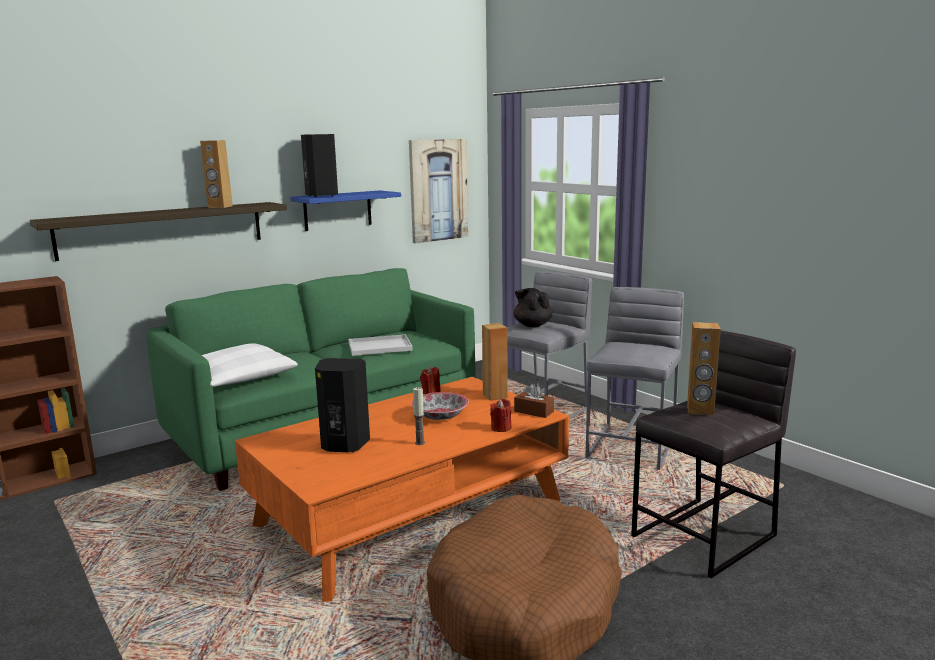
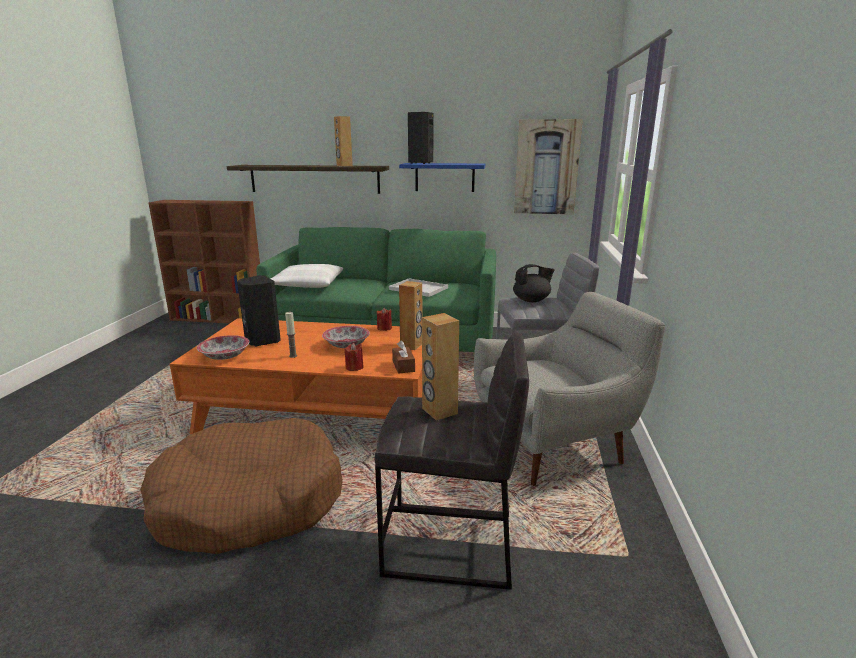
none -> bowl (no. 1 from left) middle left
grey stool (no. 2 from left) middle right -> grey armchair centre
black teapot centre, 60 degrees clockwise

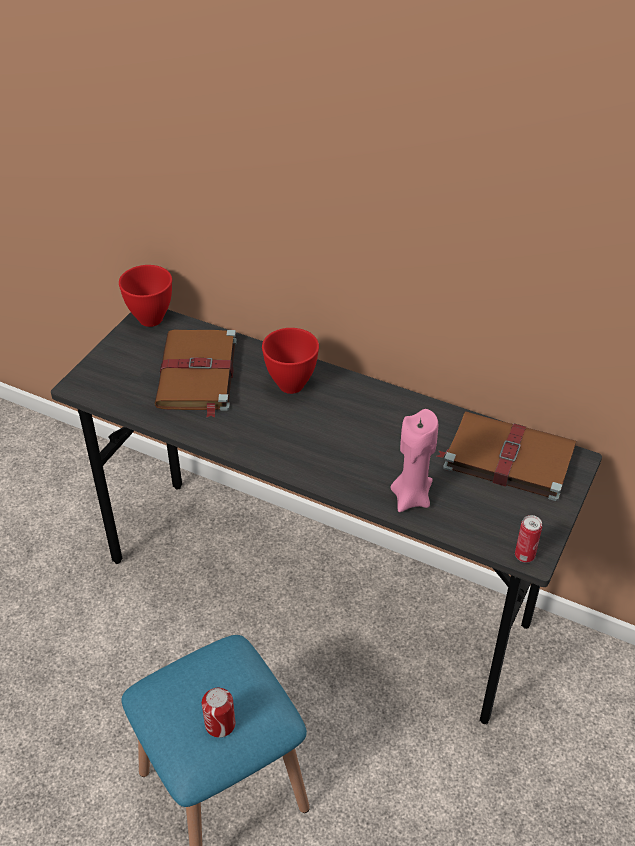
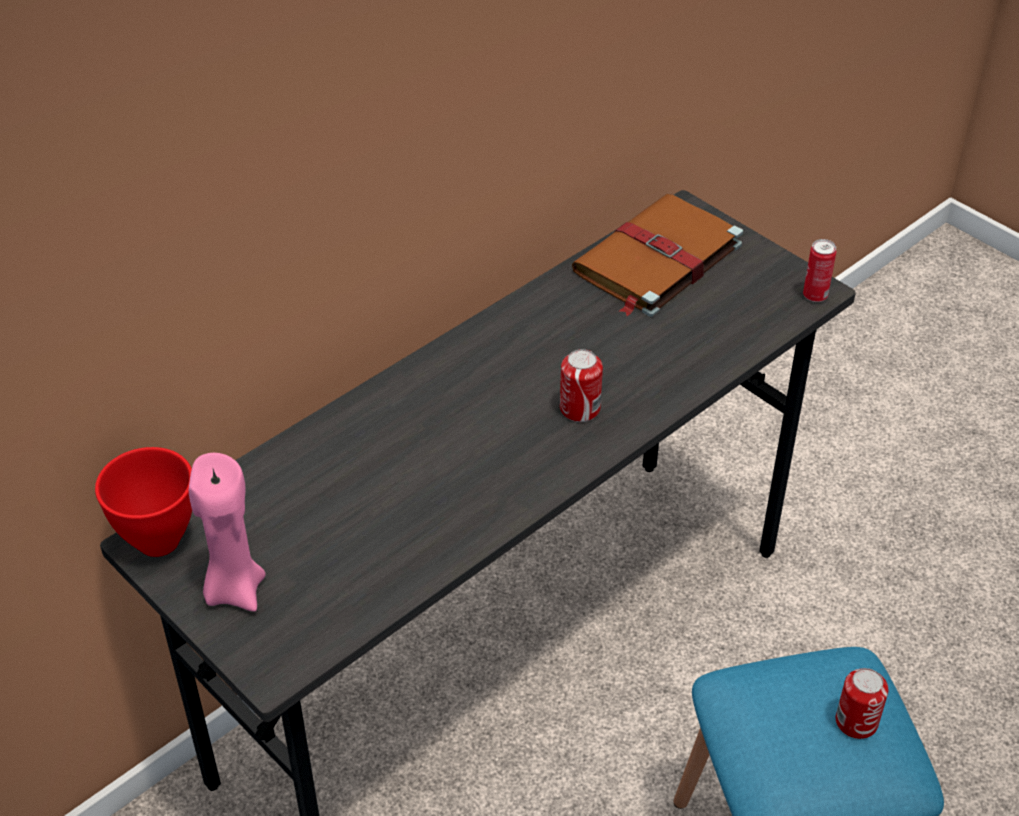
pink candle centre -> pink candle middle left, shifted
none -> can (no. 1 from left) centre
brown book (no. 1 from left) middle left -> none
red bowl (no. 2 from left) centre -> none

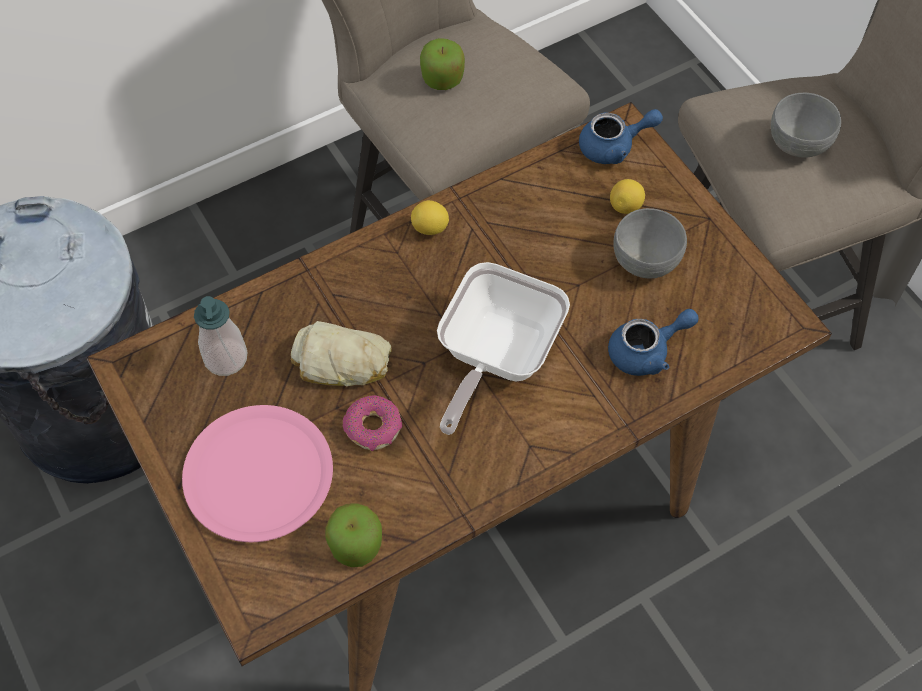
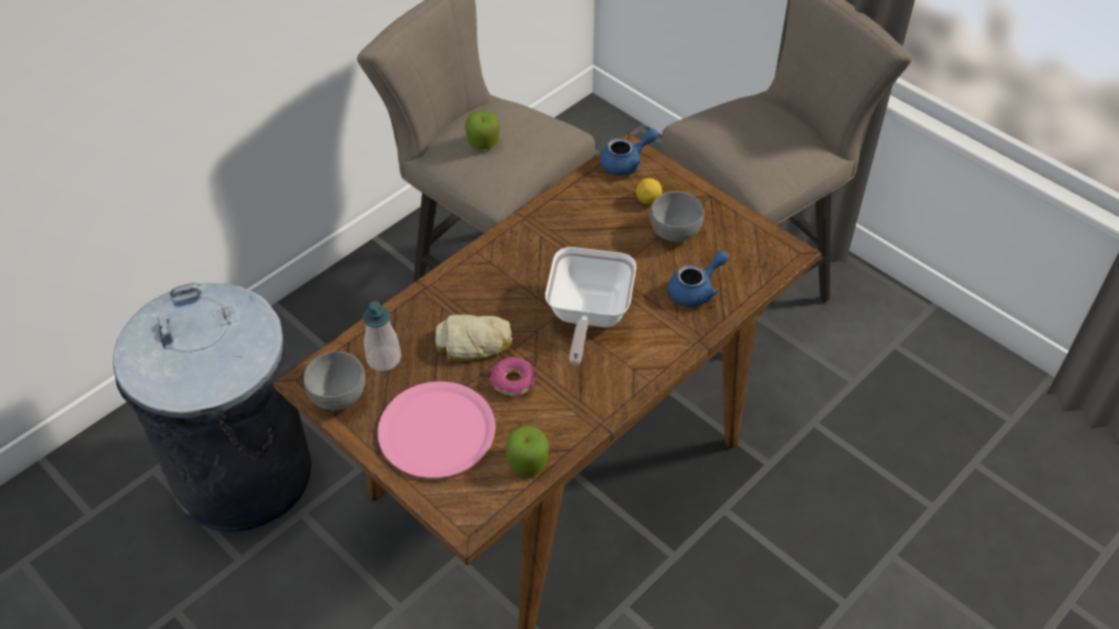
grey bowl (no. 2 from left in the first image) top right -> grey bowl (no. 1 from left) middle left, shifted
lemon (no. 1 from left) top centre -> none

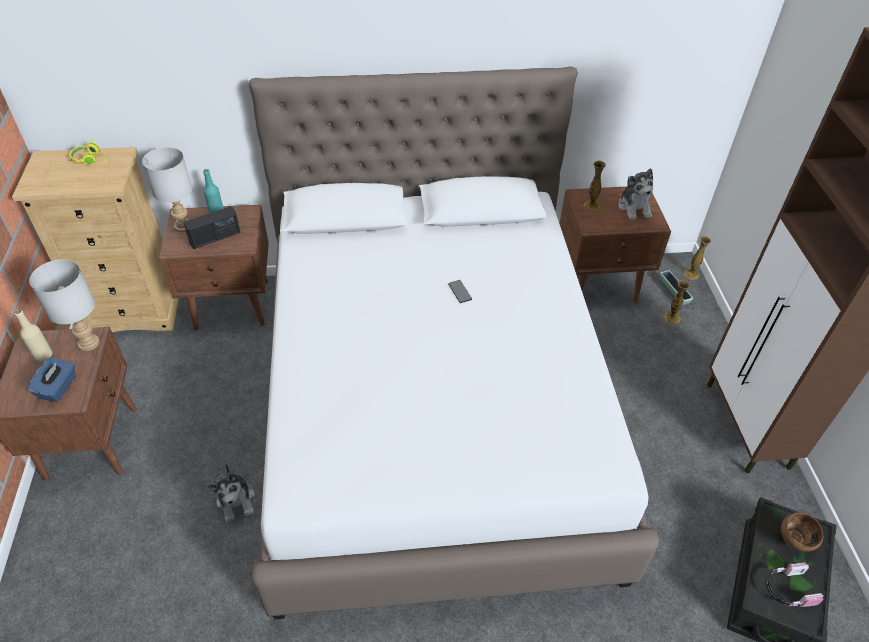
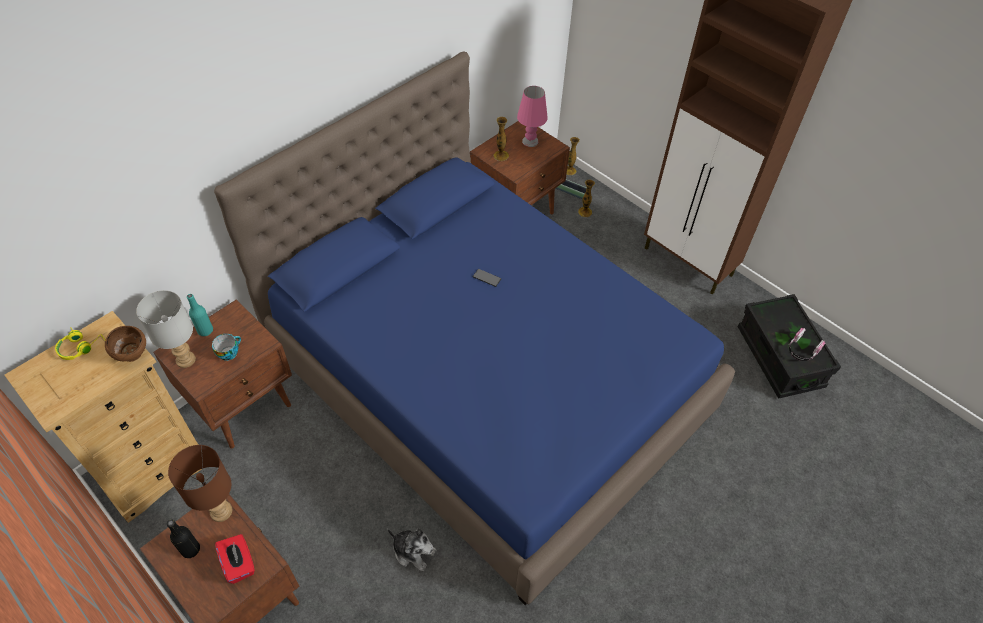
brown bowl bottom right -> brown bowl middle left, shifted
beige bottle middle left -> black bottle bottom left
grey table lamp (no. 1 from left) middle left -> brown table lamp bottom left
radio middle left -> cup middle left
white bed centre -> blue bed centre
blue tissue box middle left -> red tissue box bottom left
plush toy (no. 2 from left) top right -> pink table lamp top centre

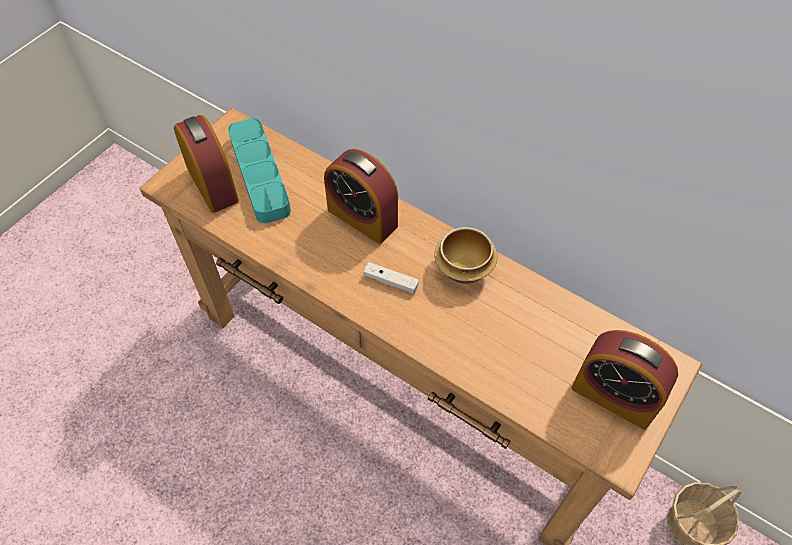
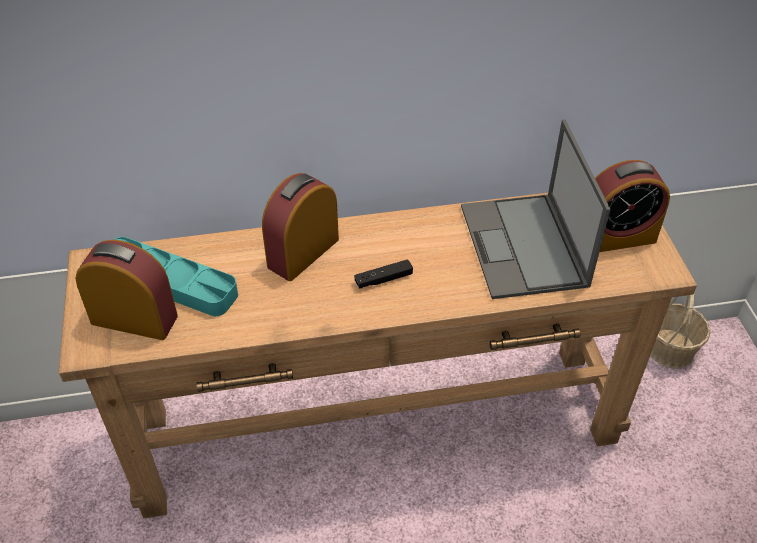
alarm clock (no. 2 from left) centre, 135 degrees clockwise
white game controller centre -> black game controller centre
none -> laptop middle right
bowl centre -> none

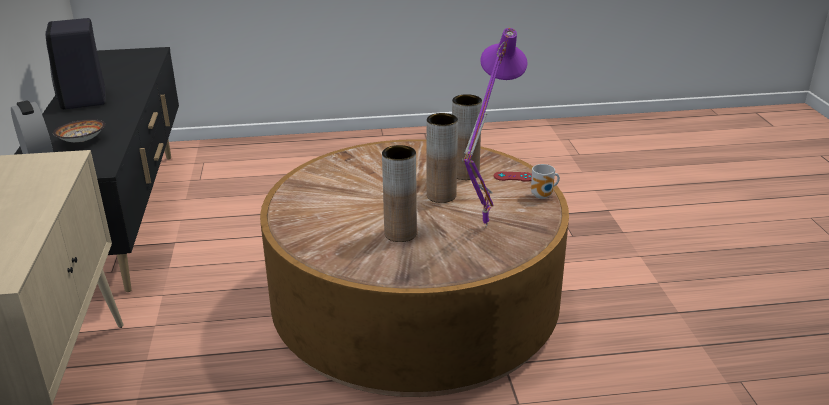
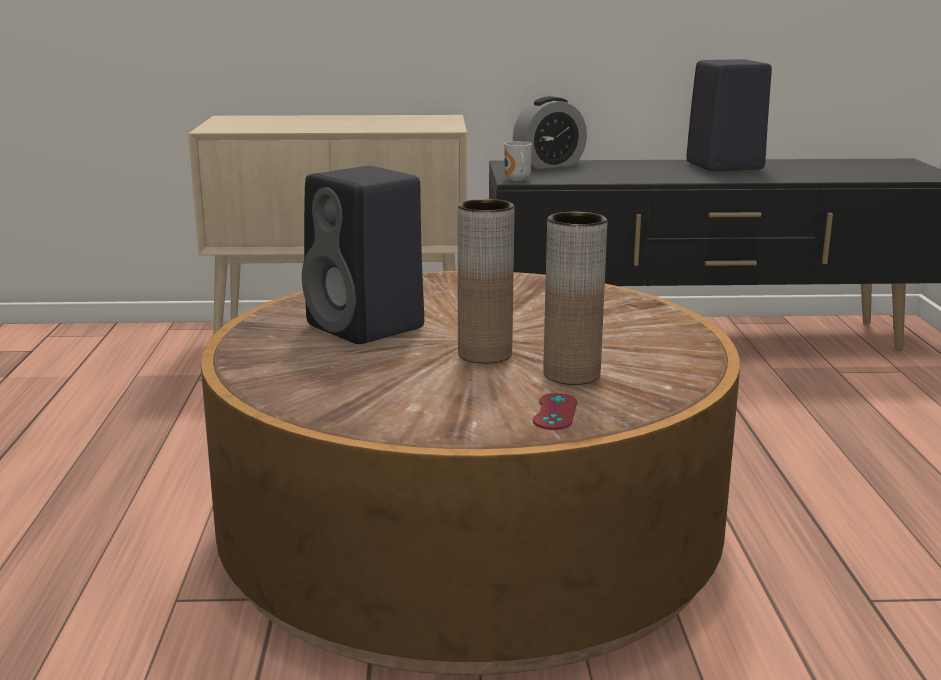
brown vase (no. 1 from left) centre -> black speaker (no. 1 from left) centre
mug centre -> mug top centre, shifted
bowl top left -> none
purple table lamp top centre -> none

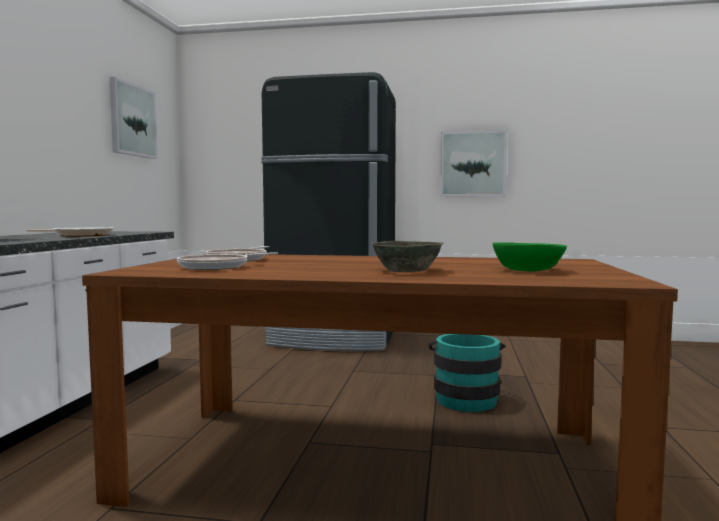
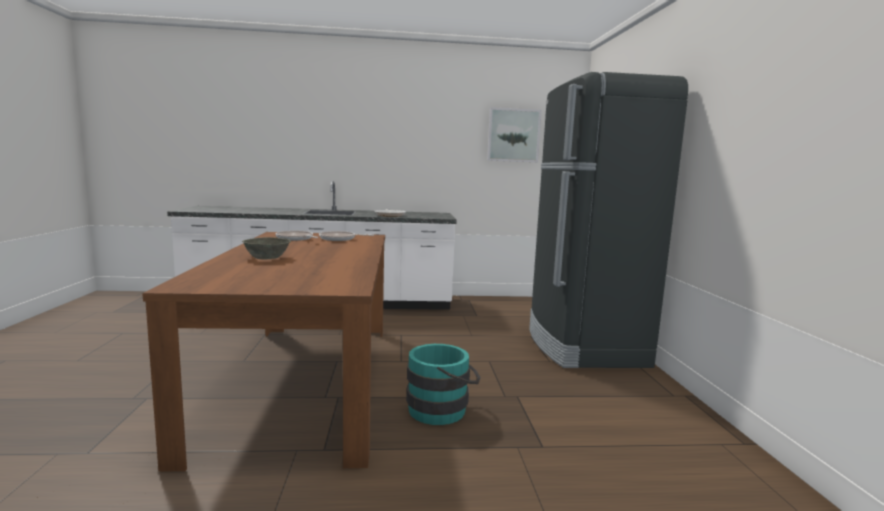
picture (no. 2 from left) top centre -> none
green bowl middle right -> none

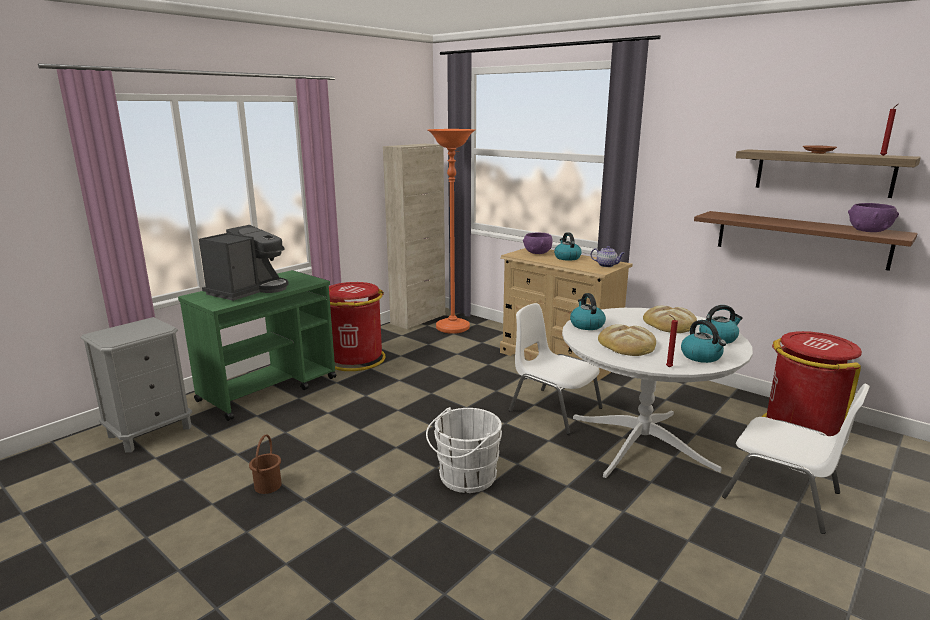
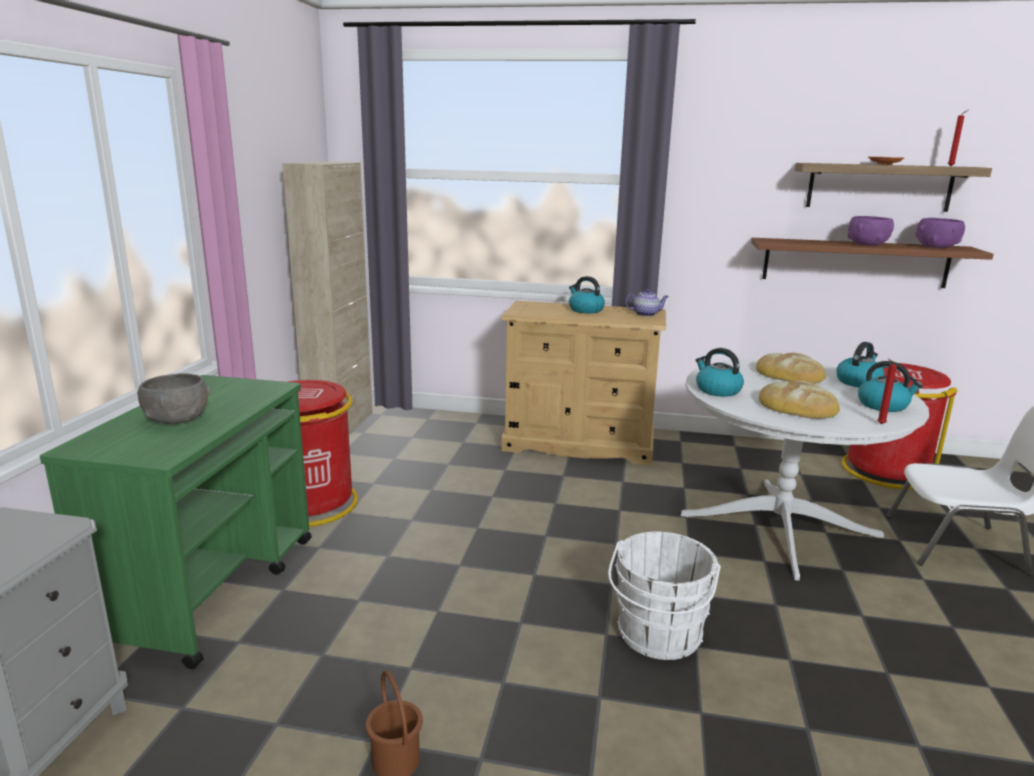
coffee machine middle left -> grey bowl middle left
purple bowl (no. 1 from left) centre -> purple bowl (no. 1 from left) top right, shifted
orange floor lamp centre -> none
white chair (no. 1 from left) centre -> none

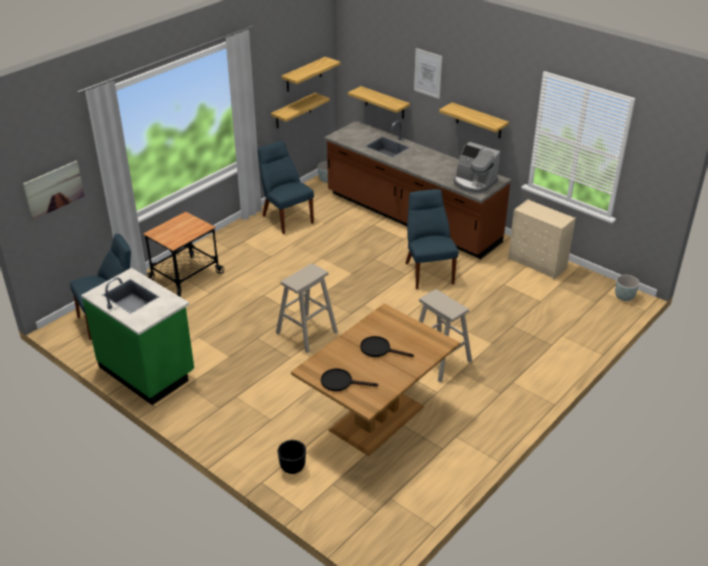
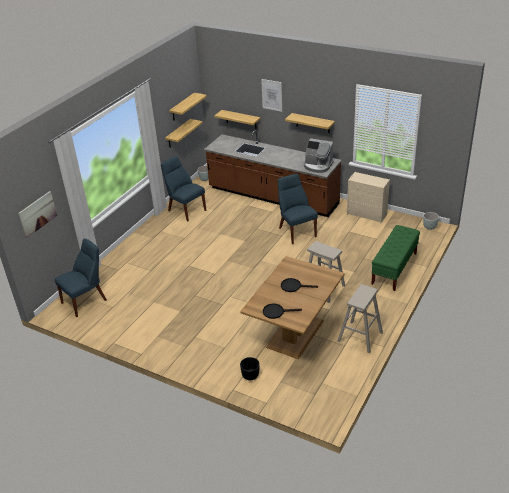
beige stool (no. 1 from left in the first image) centre -> beige stool (no. 2 from left) middle right, shifted
none -> green bench middle right
green counter middle left -> none
cart middle left -> none

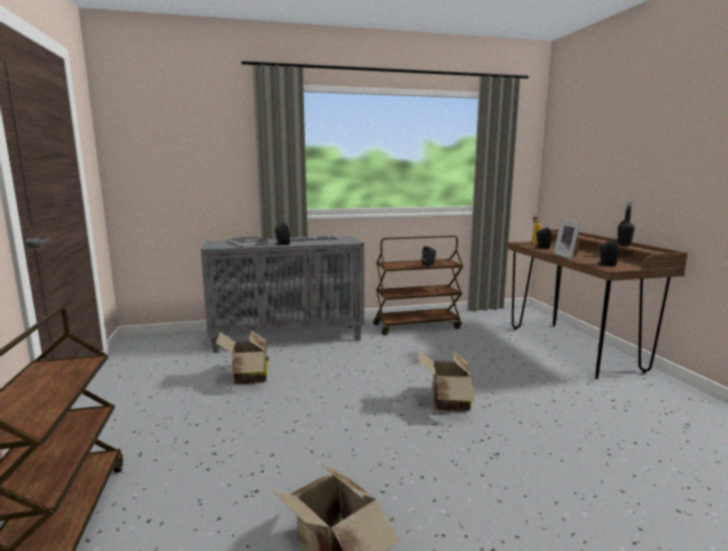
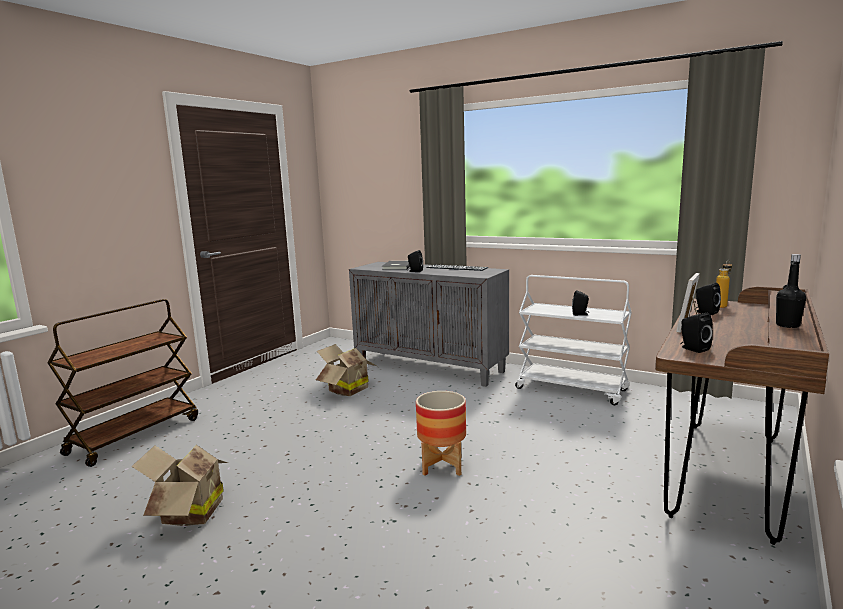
cardboard box (no. 3 from left) bottom centre -> planter bottom centre
brown cart (no. 2 from left) centre -> white cart middle right

